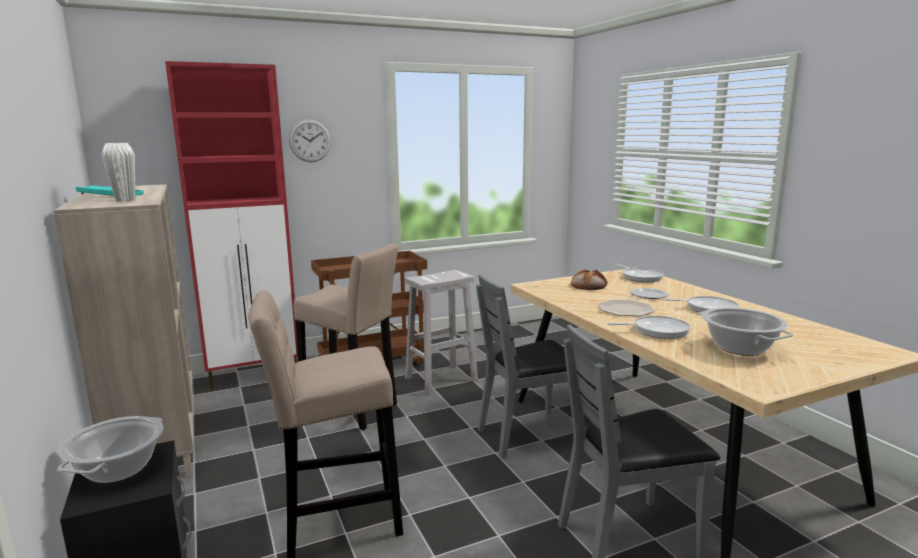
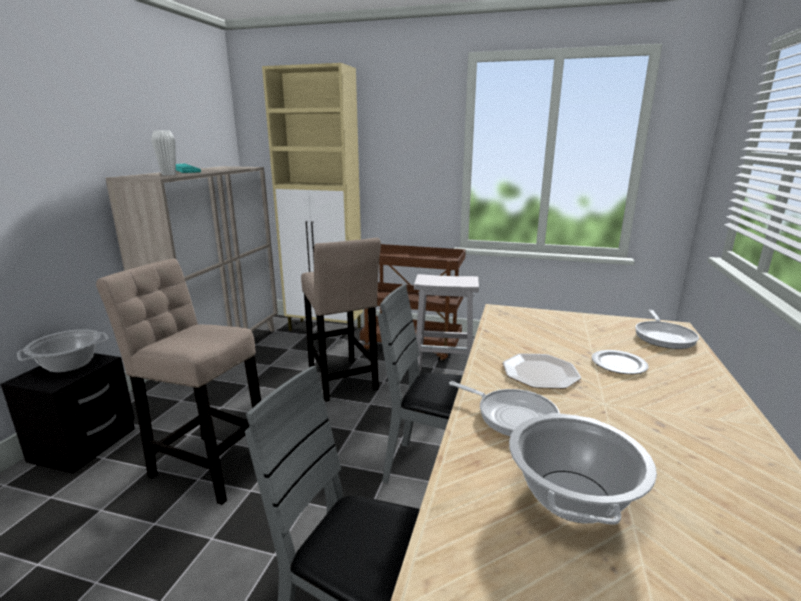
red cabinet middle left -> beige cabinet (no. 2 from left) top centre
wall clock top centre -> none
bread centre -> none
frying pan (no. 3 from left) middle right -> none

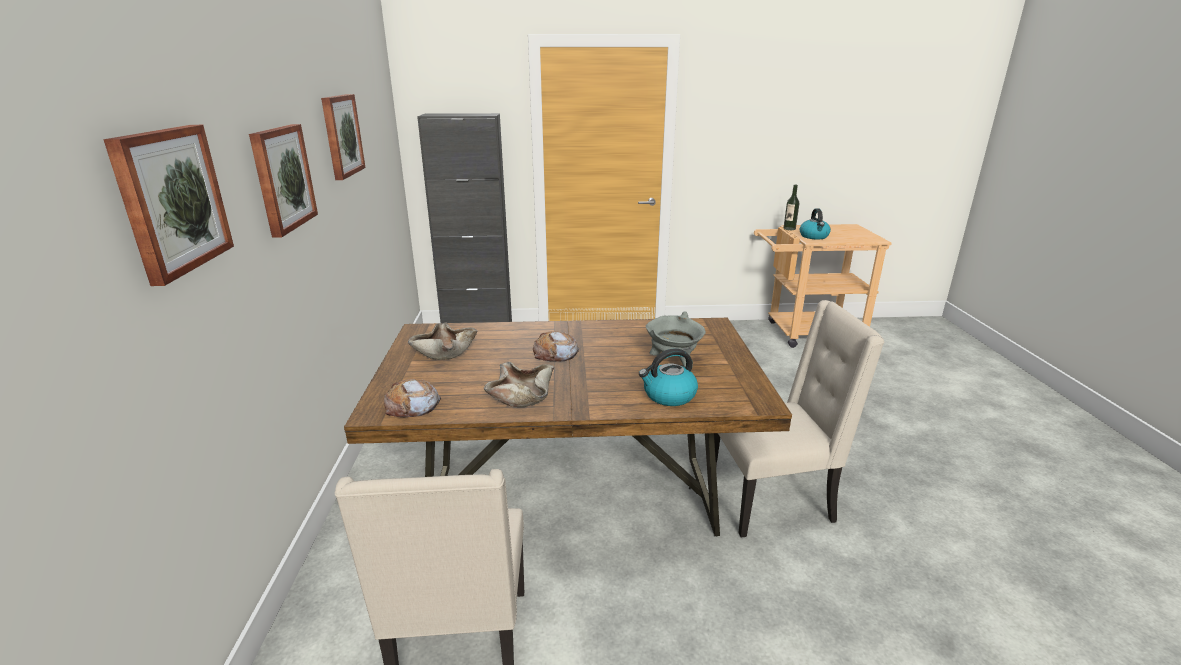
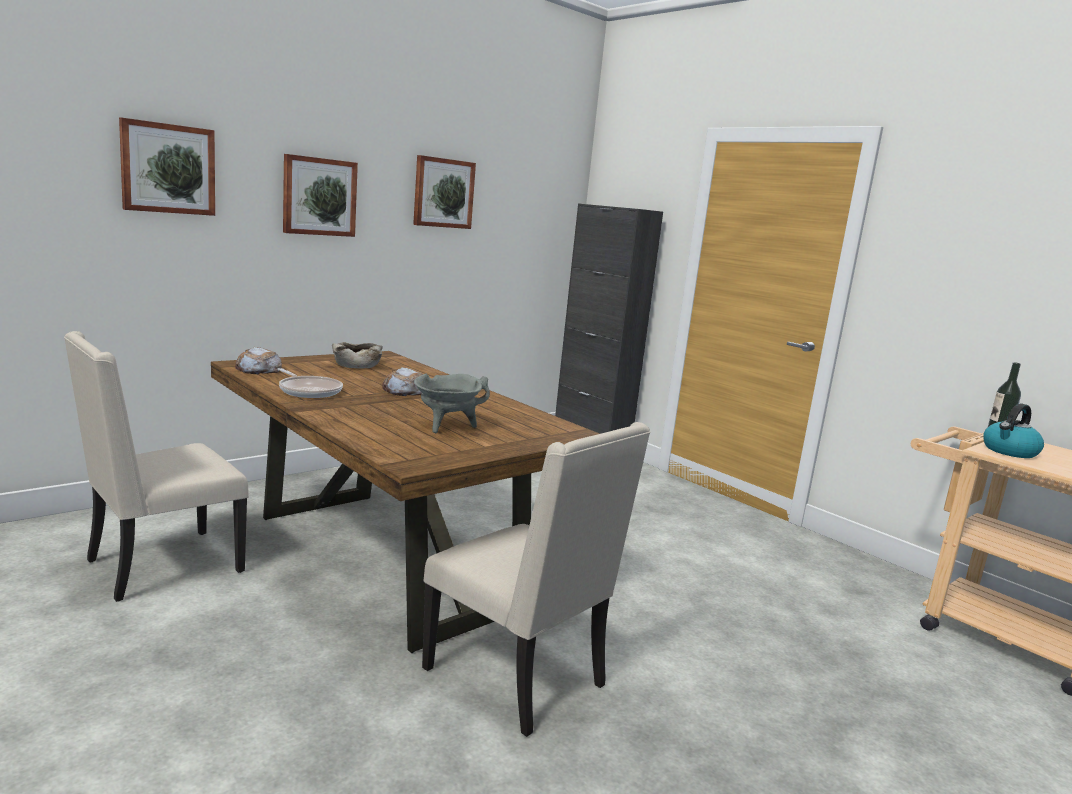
beige bowl (no. 2 from left) centre -> frying pan middle left
kettle (no. 1 from left) centre -> none

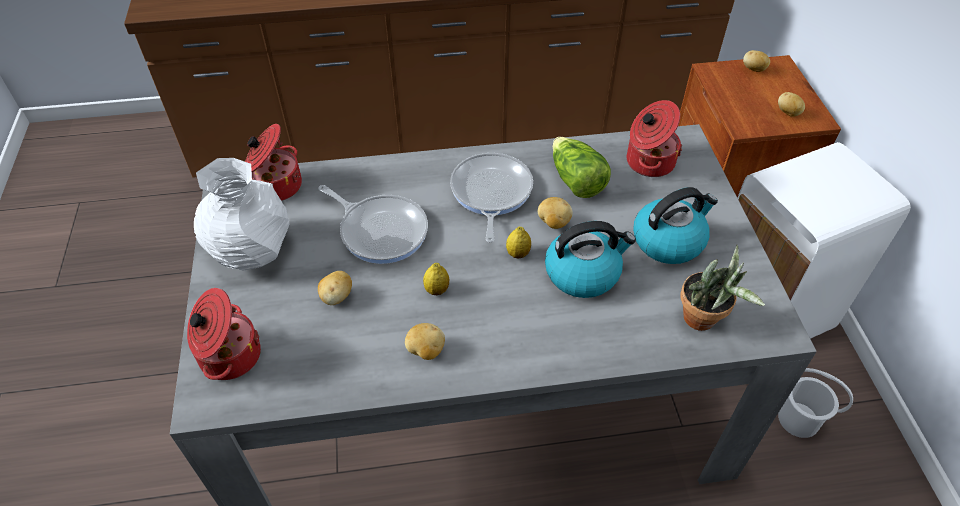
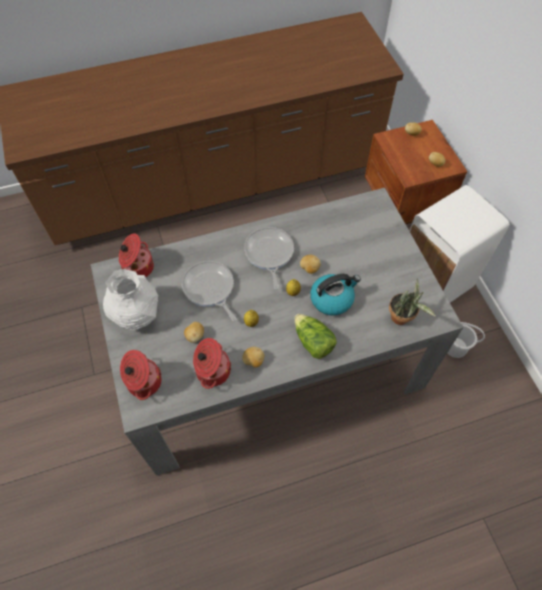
frying pan (no. 1 from left) centre, 150 degrees counterclockwise
cooking pot (no. 3 from left) top right -> cooking pot (no. 3 from left) centre, shifted
lettuce top centre -> lettuce centre, shifted
kettle (no. 2 from left) middle right -> none

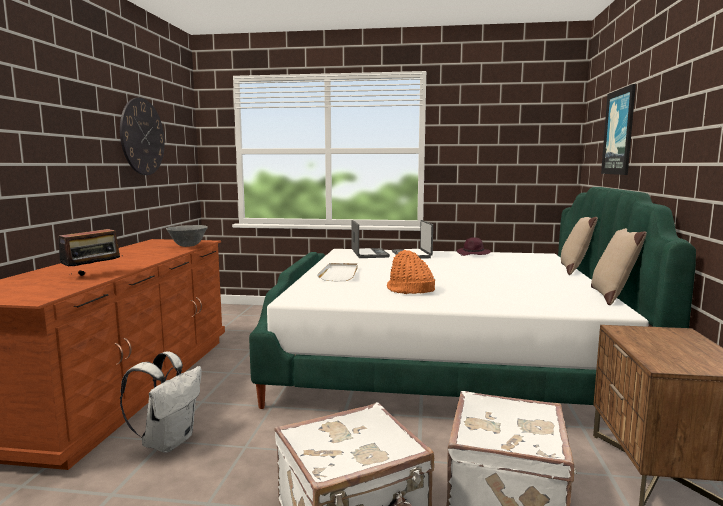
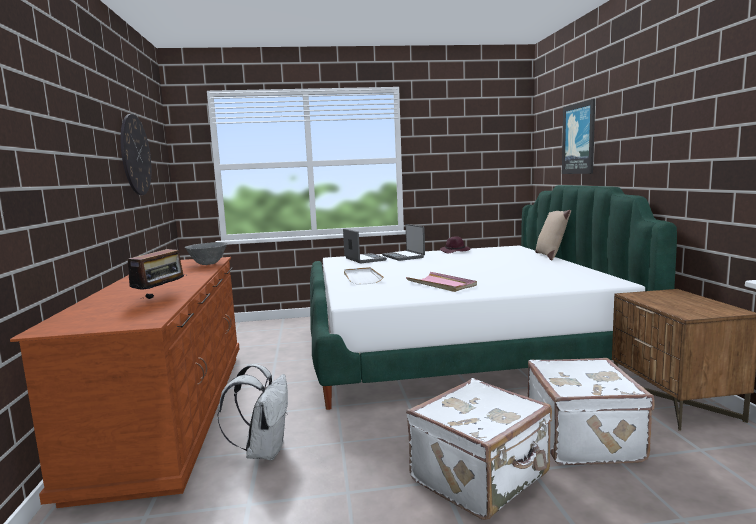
orange hat centre -> pink tray centre
beige pillow (no. 2 from left) middle right -> none

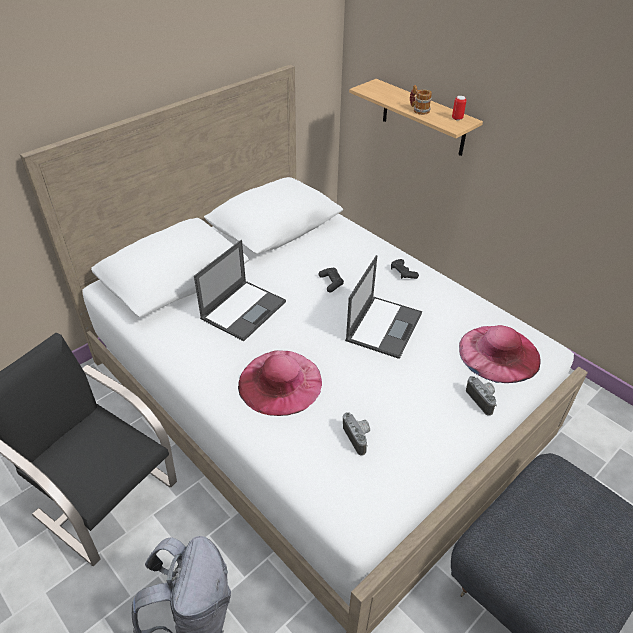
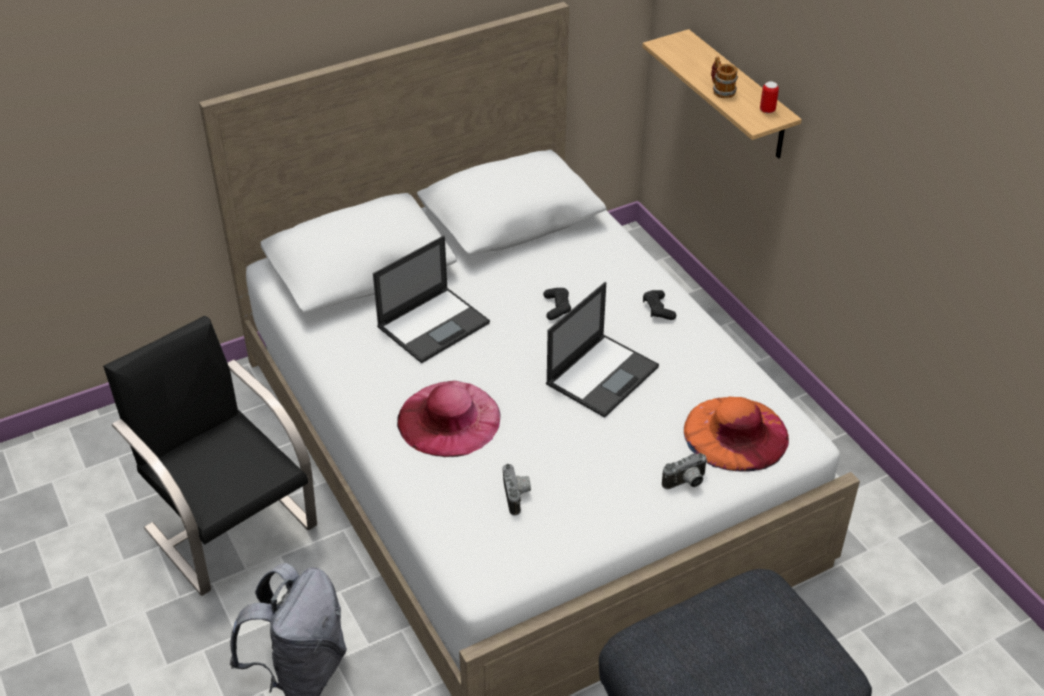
photo camera (no. 2 from left) middle right -> photo camera (no. 2 from left) bottom centre, 75 degrees clockwise
pink hat (no. 2 from left) middle right -> orange hat middle right

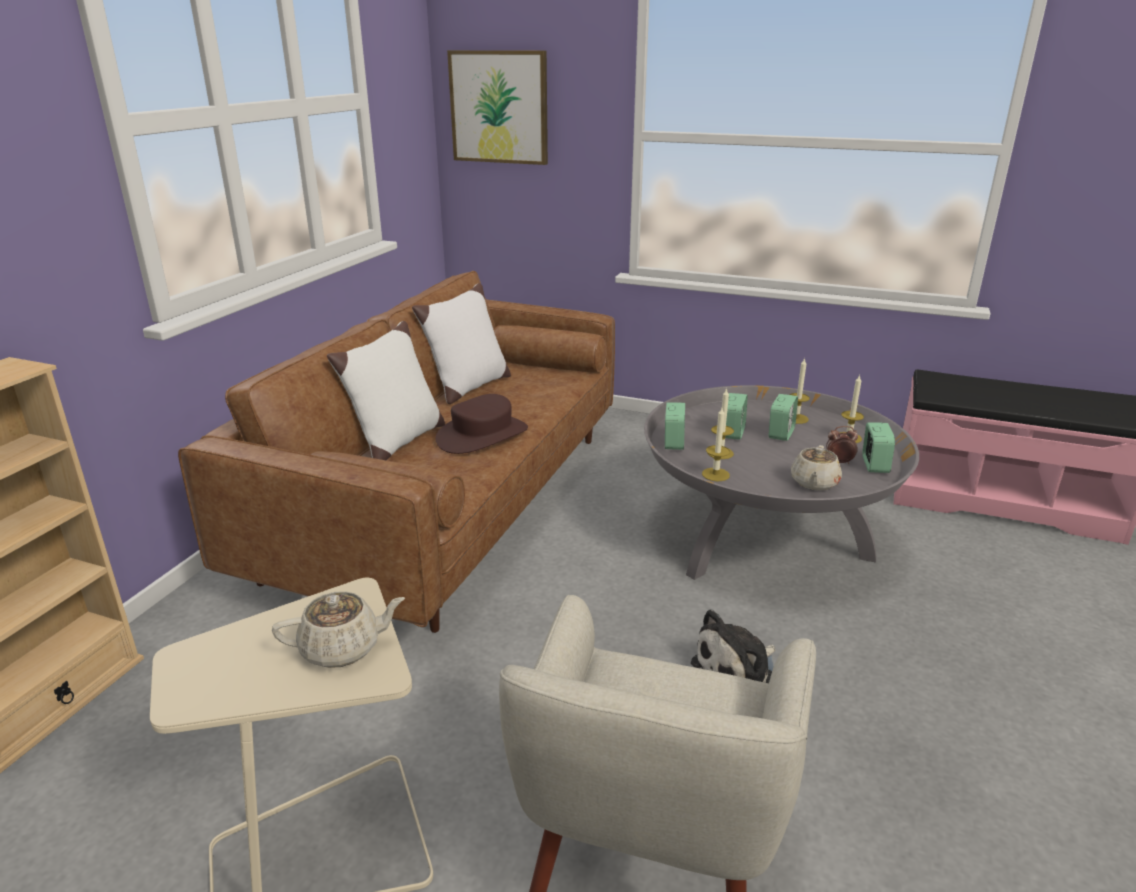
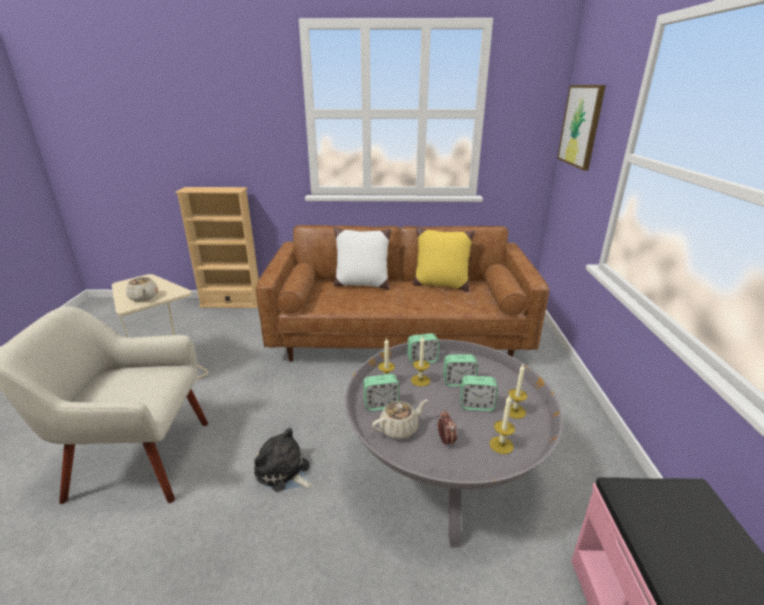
alarm clock (no. 5 from left in the first image) middle right -> alarm clock (no. 1 from left) centre, shifted
beige teapot (no. 2 from left) middle right -> beige teapot (no. 2 from left) bottom centre, 150 degrees clockwise
white pillow (no. 2 from left) centre -> yellow pillow centre
brown hat centre -> none

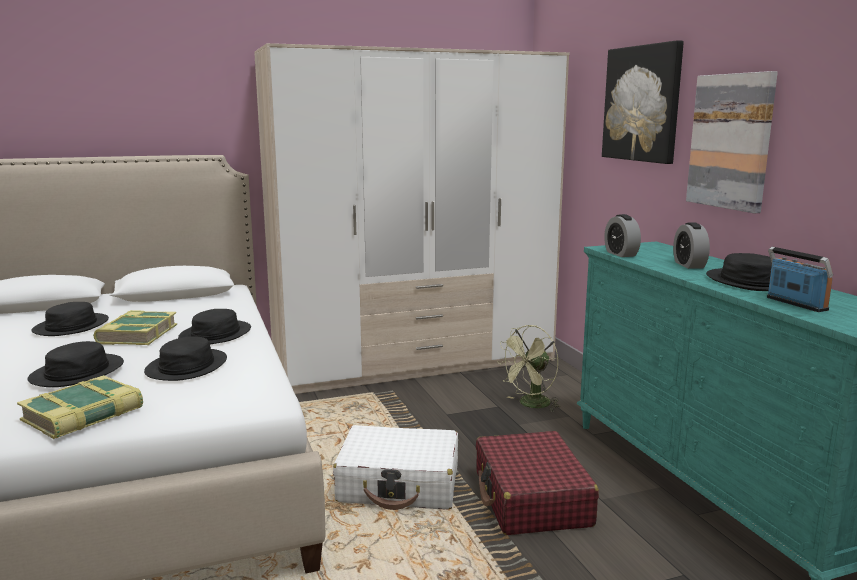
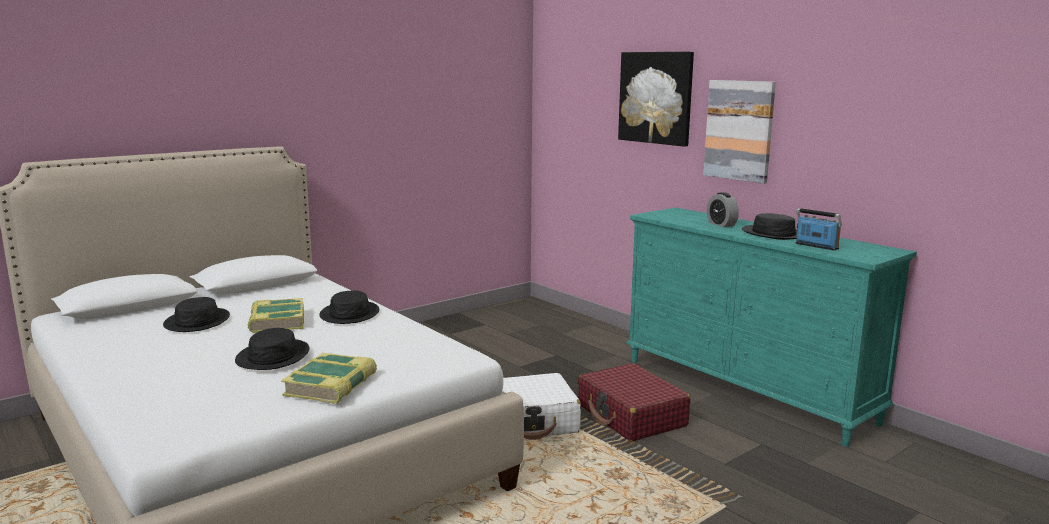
black hat (no. 3 from left) middle left -> none
wardrobe centre -> none
green fan centre -> none
alarm clock (no. 1 from left) middle right -> none

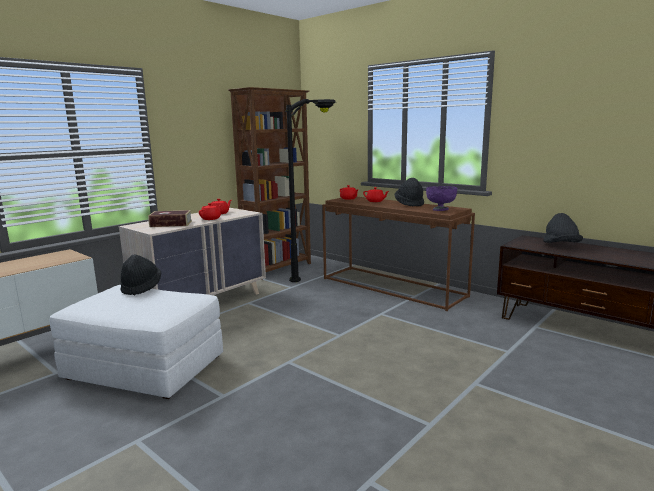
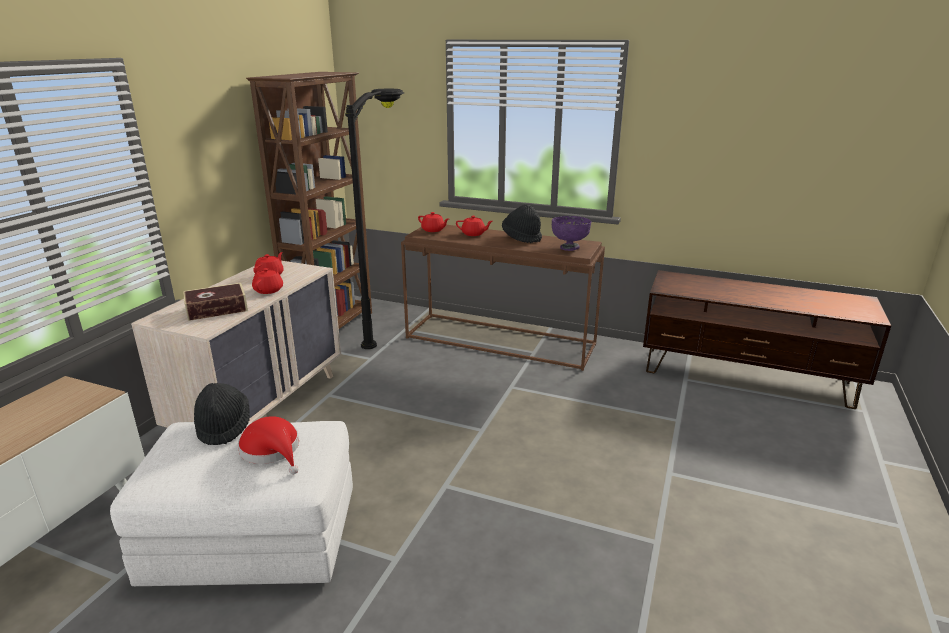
none -> red hat bottom left
black hat (no. 3 from left) middle right -> none

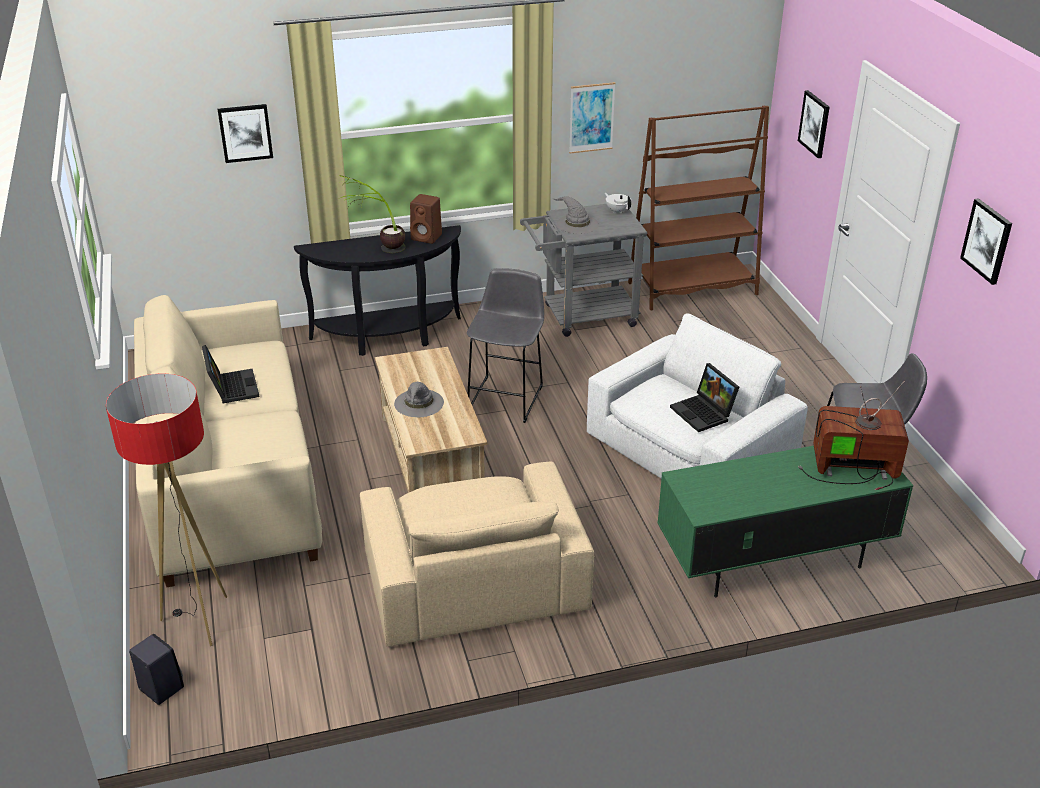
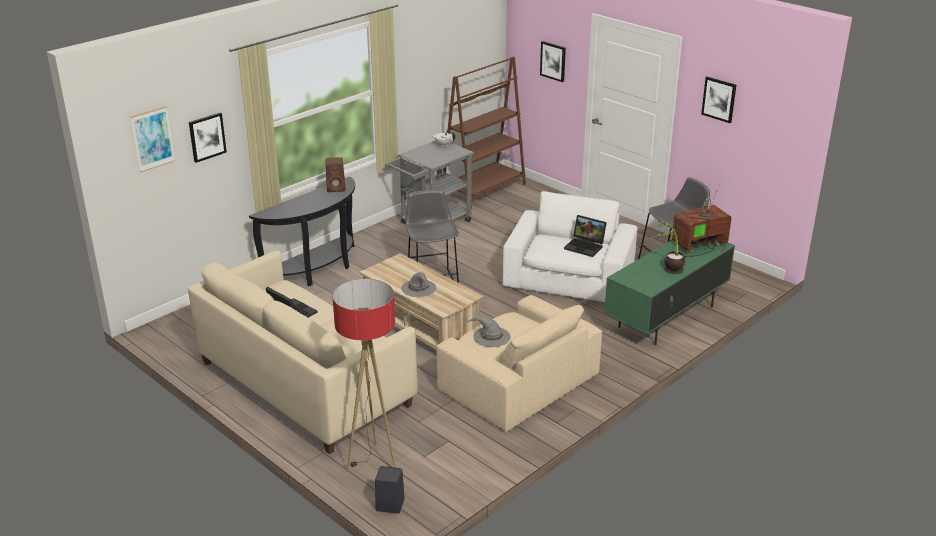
picture (no. 2 from left in the first image) top centre -> picture (no. 1 from left) top left, shifted
grey hat (no. 2 from left) top centre -> grey hat (no. 2 from left) centre, shifted
potted plant top centre -> potted plant middle right, shifted

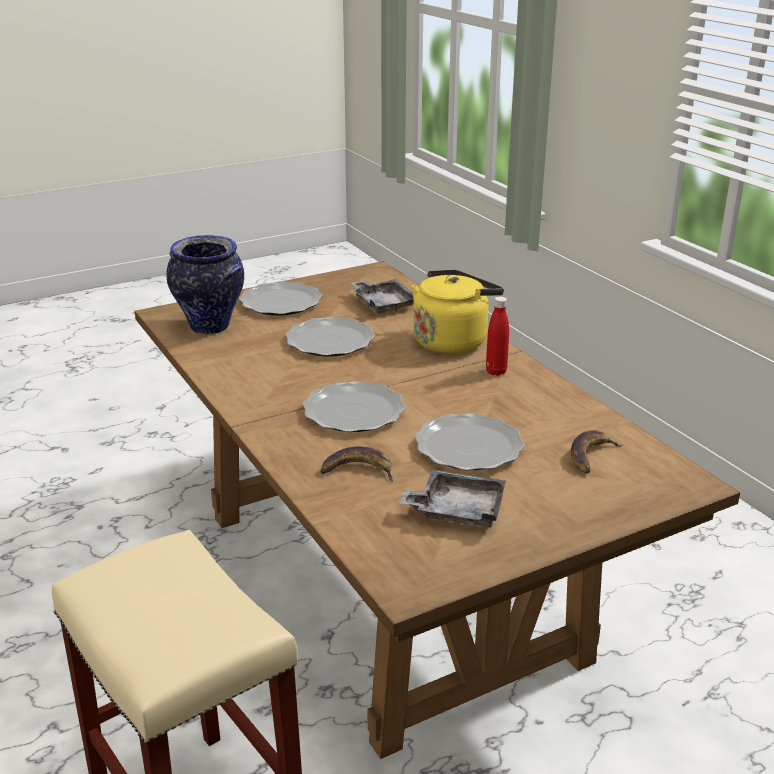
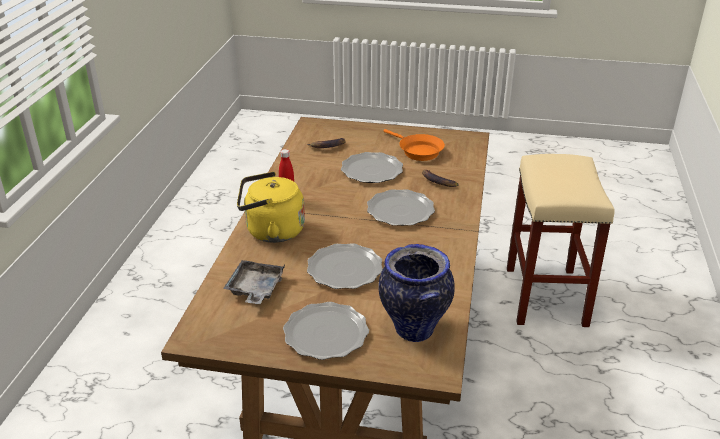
grey tray (no. 2 from left) centre -> orange frying pan top centre

